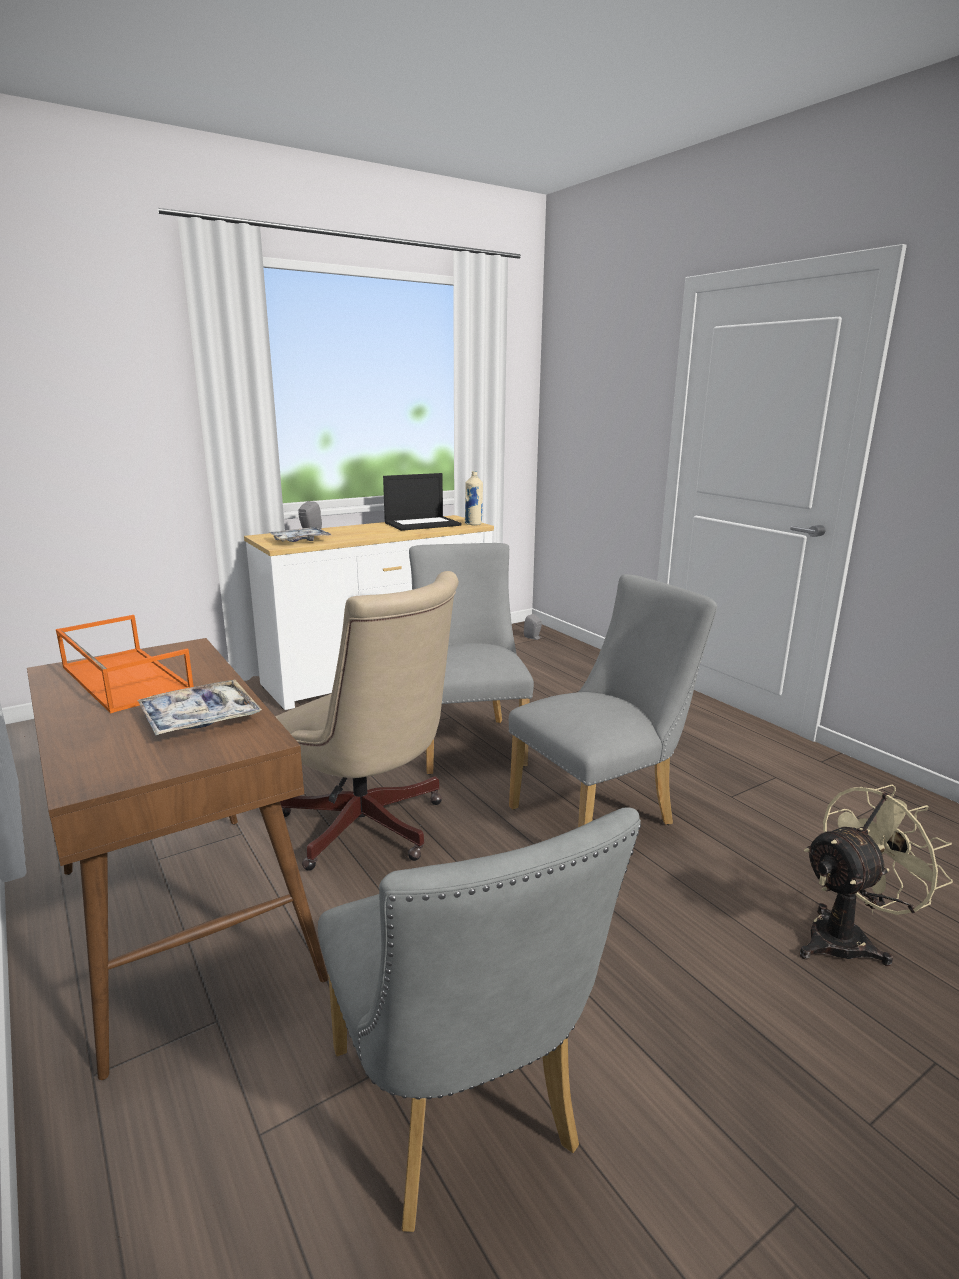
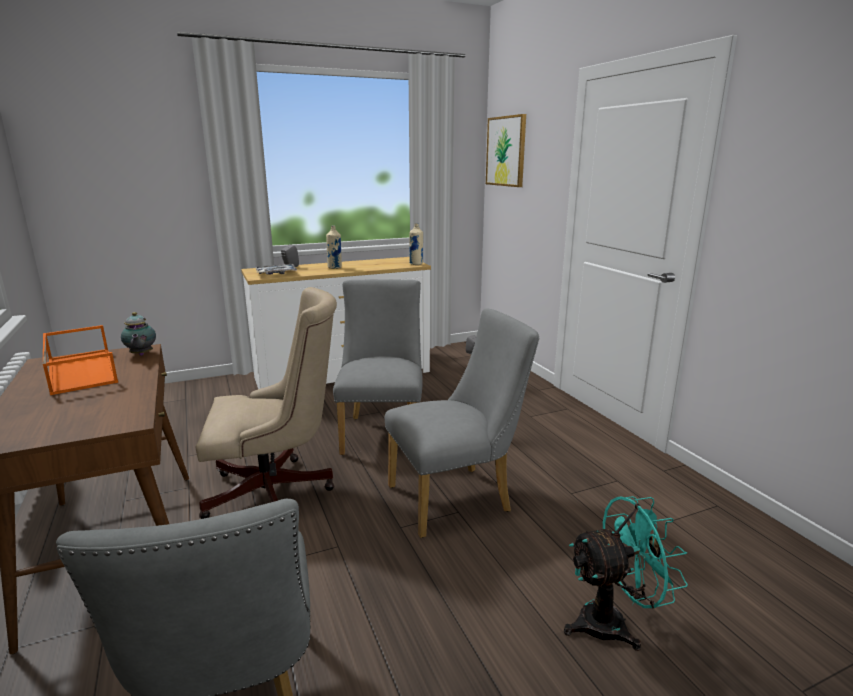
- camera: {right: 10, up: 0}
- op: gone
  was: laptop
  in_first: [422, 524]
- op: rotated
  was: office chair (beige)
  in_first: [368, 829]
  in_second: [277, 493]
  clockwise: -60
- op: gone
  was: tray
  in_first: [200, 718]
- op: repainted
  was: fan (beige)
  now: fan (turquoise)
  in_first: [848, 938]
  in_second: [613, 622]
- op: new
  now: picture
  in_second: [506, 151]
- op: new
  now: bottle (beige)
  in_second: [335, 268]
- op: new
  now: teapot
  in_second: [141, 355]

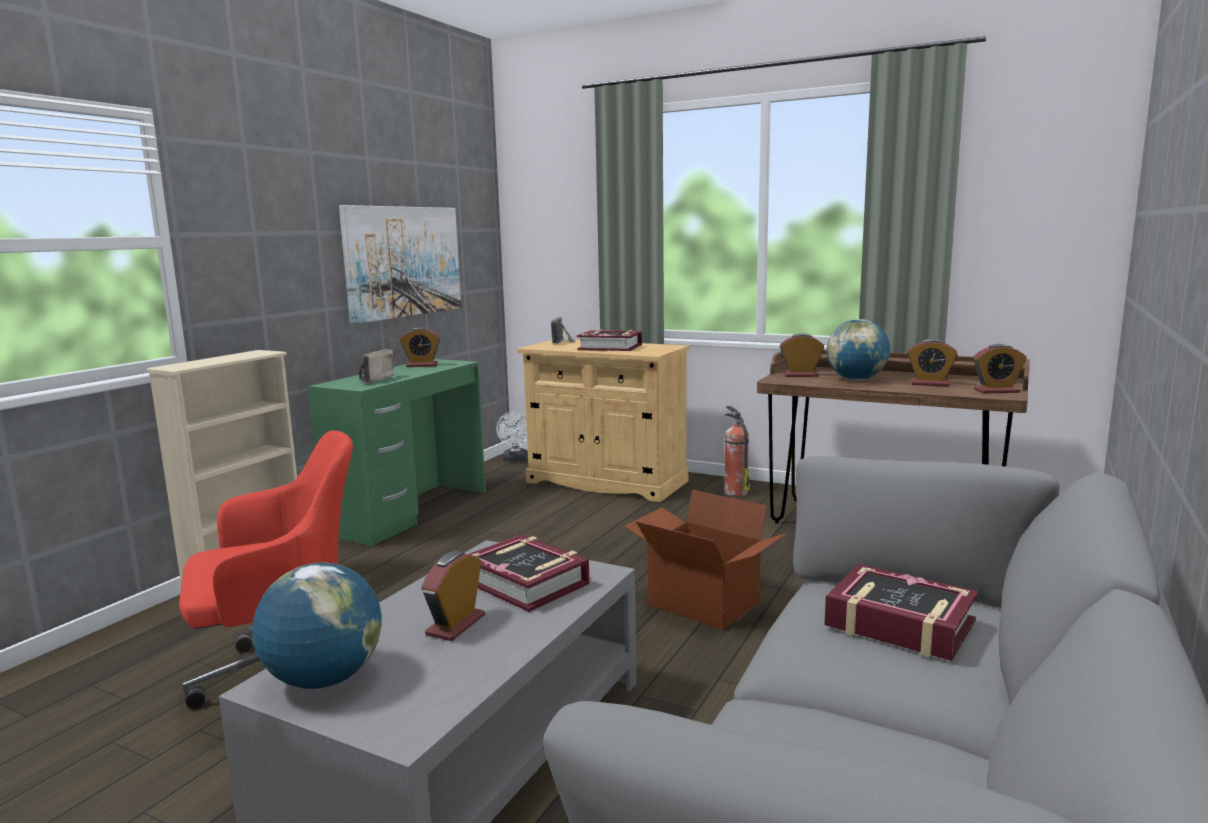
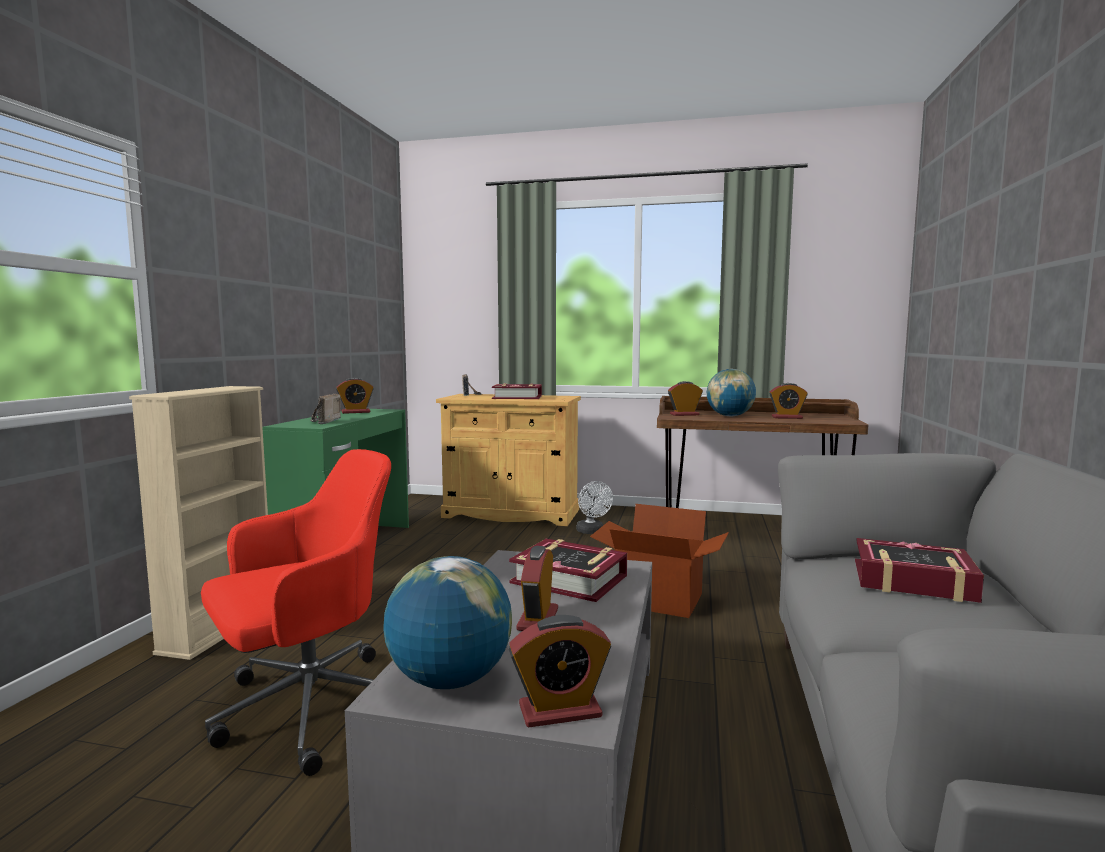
- camera: {right: -15, up: -5}
- op: gone
  was: picture
  in_first: [403, 261]
- op: shifted
  was: alarm clock
  in_first: [996, 391]
  in_second: [560, 711]
- op: gone
  was: fire extinguisher
  in_first: [735, 492]
- op: shifted
  was: fan (white)
  in_first: [516, 459]
  in_second: [592, 532]

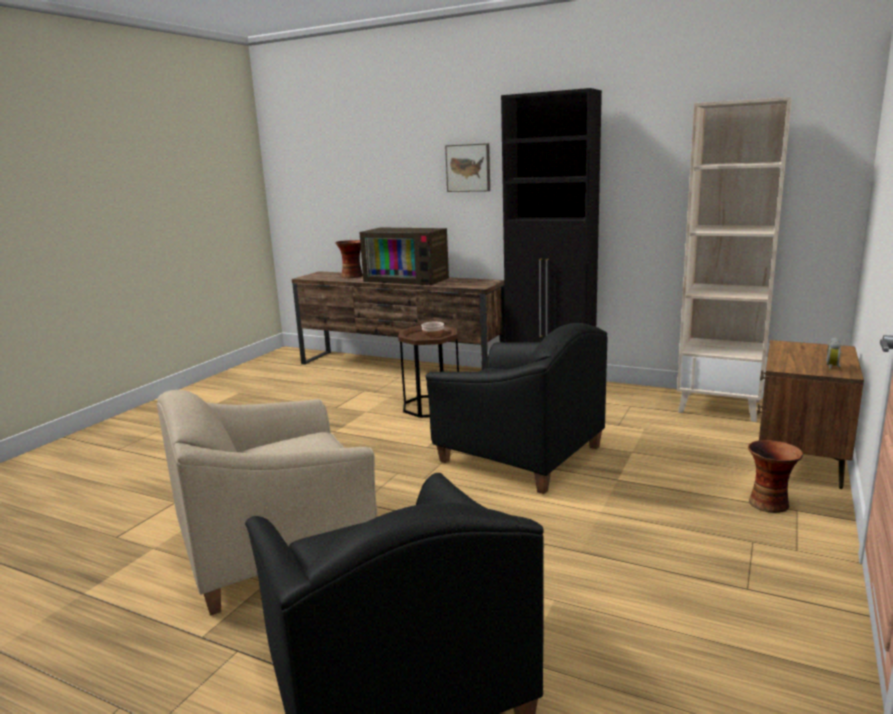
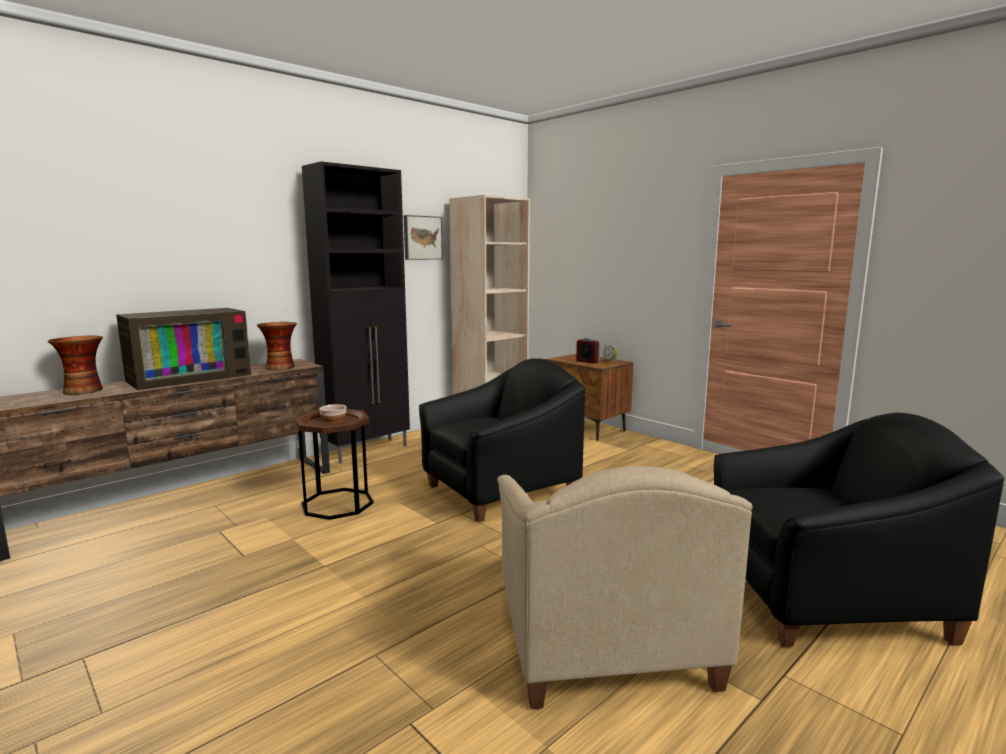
- camera: {right: -70, up: -5}
- op: shifted
  was: picture
  in_first: [468, 168]
  in_second: [422, 238]
- op: shifted
  was: vase
  in_first: [769, 503]
  in_second: [280, 367]
- op: new
  now: alarm clock
  in_second: [587, 361]

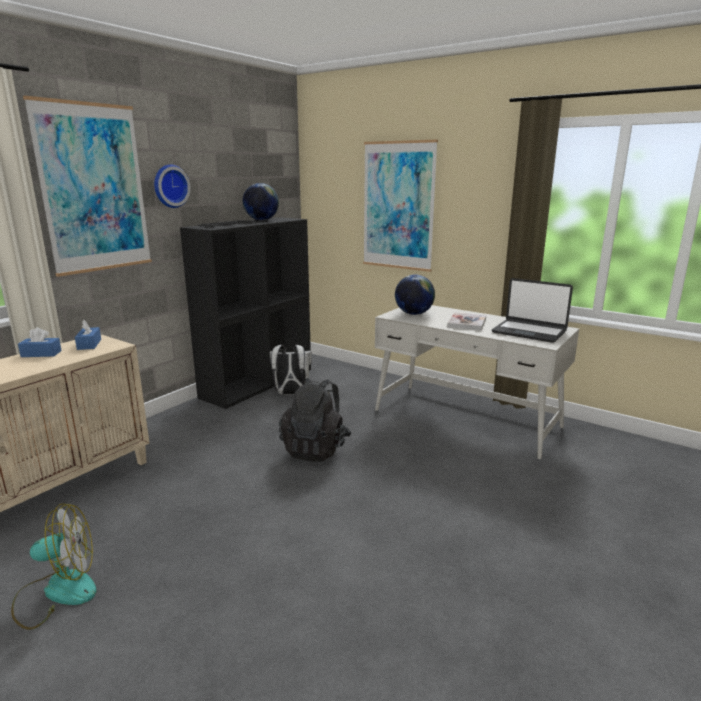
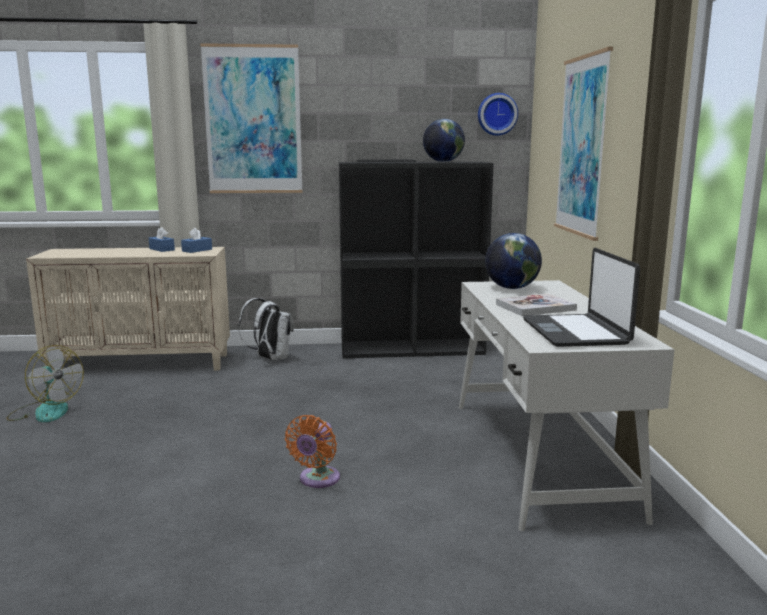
- camera: {right: 50, up: -5}
- op: shifted
  was: wall clock
  in_first: [170, 186]
  in_second: [497, 114]
- op: shifted
  was: backpack (white)
  in_first: [291, 394]
  in_second: [270, 358]
- op: gone
  was: backpack (black)
  in_first: [316, 449]
- op: new
  now: fan (orange)
  in_second: [317, 480]

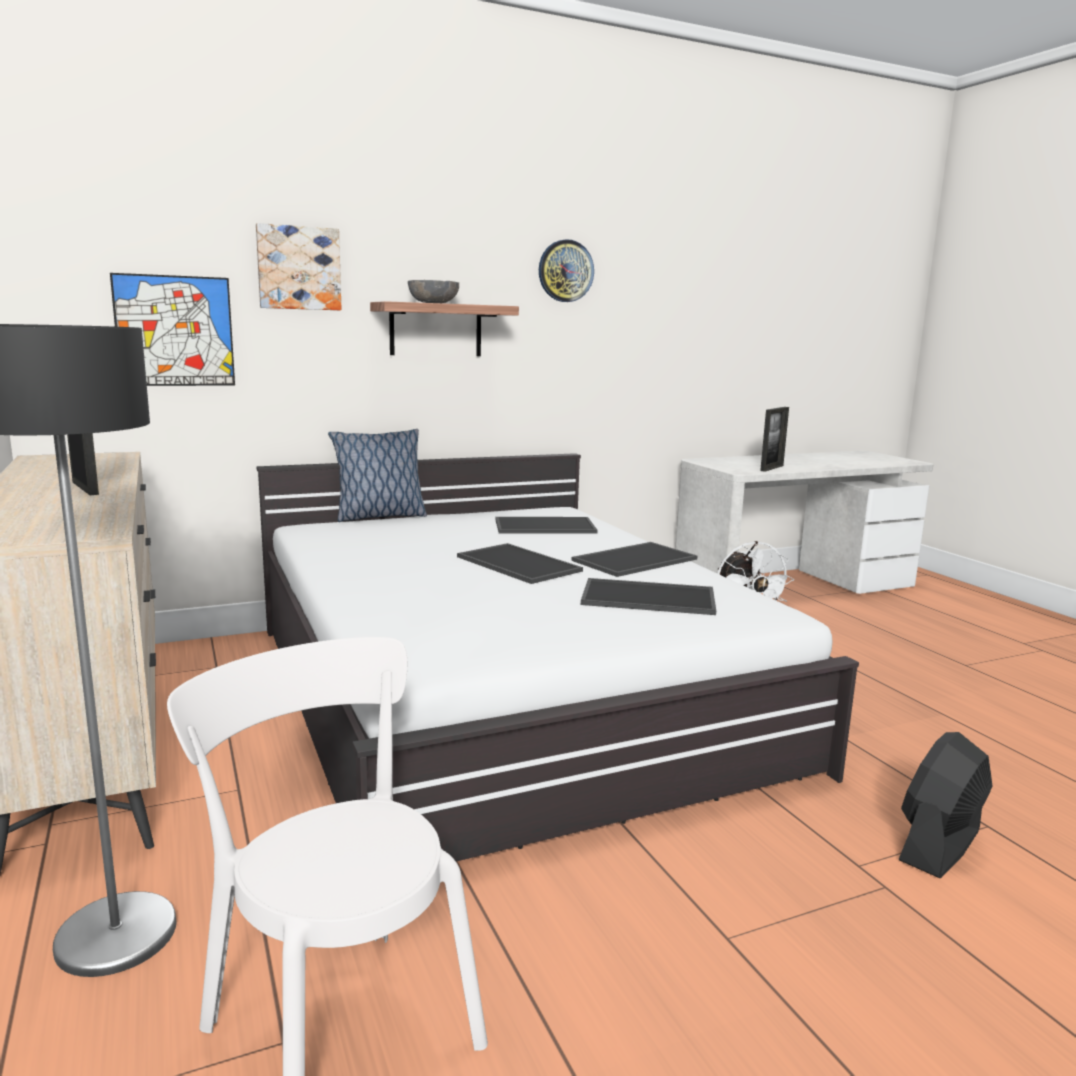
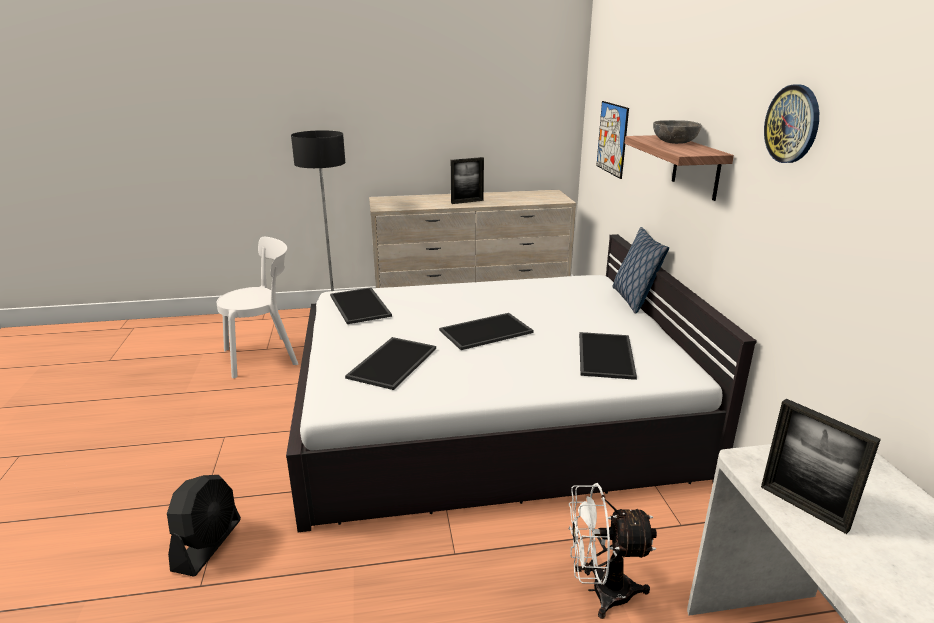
- camera: {right: 105, up: 10}
- op: gone
  was: picture
  in_first: [298, 268]
- op: shifted
  was: tray
  in_first: [634, 559]
  in_second: [361, 306]
- op: rotated
  was: fan (black)
  in_first: [939, 845]
  in_second: [208, 544]
  clockwise: 45

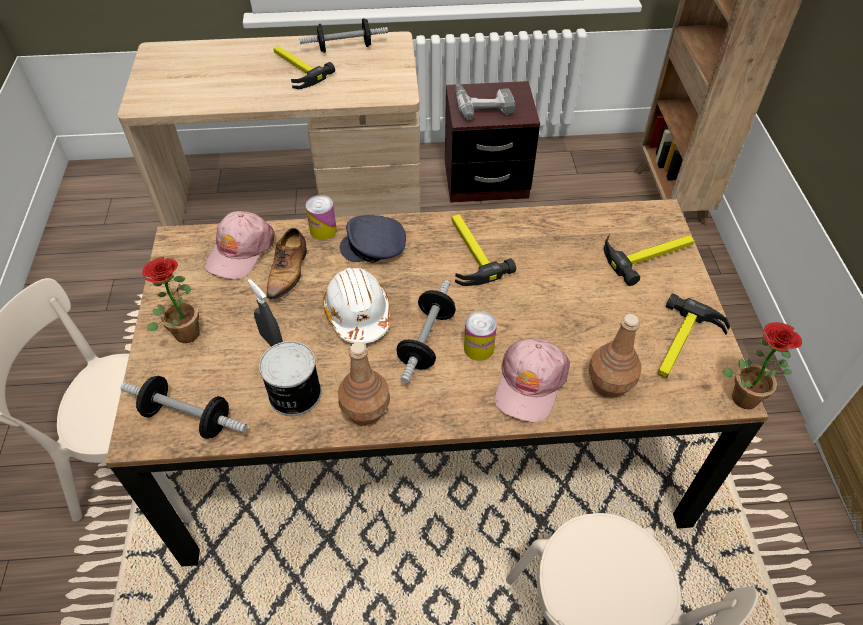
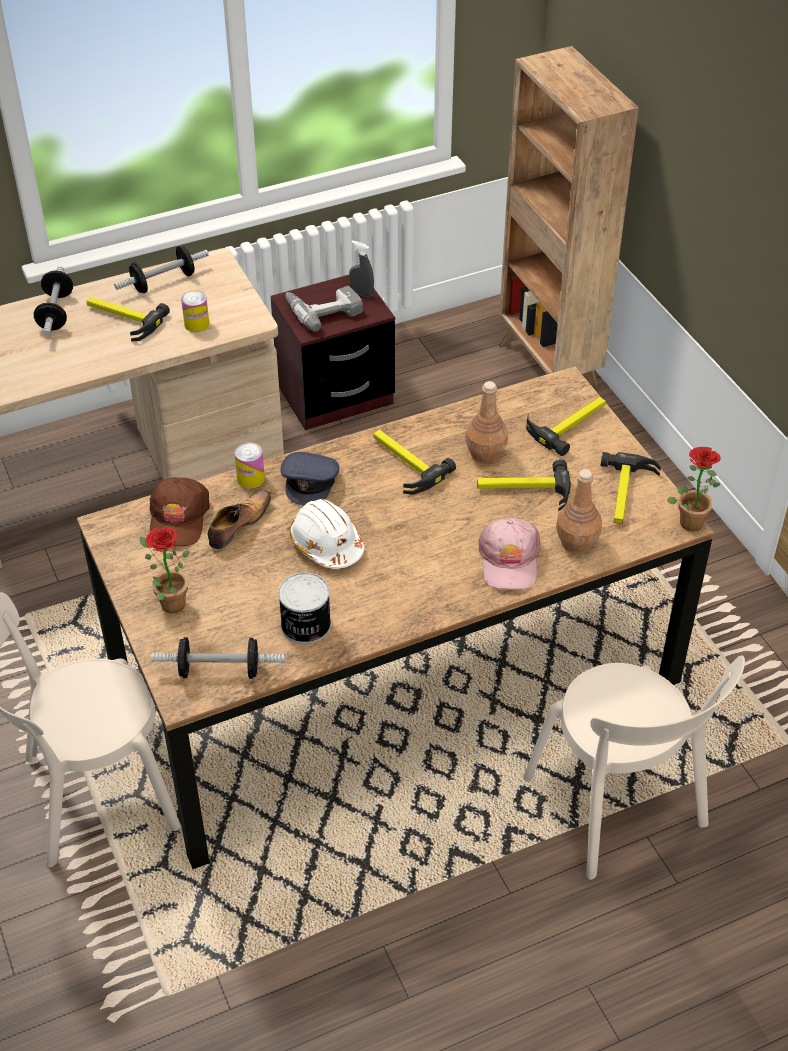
- camera: {right: -20, up: -5}
- op: repainted
  was: cap (pink)
  now: cap (brown)
  in_first: [240, 251]
  in_second: [178, 518]
- op: rotated
  was: cap (grey)
  in_first: [374, 247]
  in_second: [310, 481]
  clockwise: -60
- op: rotated
  was: shoe
  in_first: [288, 272]
  in_second: [238, 525]
  clockwise: -135
- op: shifted
  was: spray bottle (grey)
  in_first: [271, 341]
  in_second: [361, 293]
- op: shifted
  was: dumbbell
  in_first: [426, 341]
  in_second: [56, 313]
- op: shifted
  was: can
  in_first: [478, 348]
  in_second: [196, 324]
- op: shifted
  was: bottle (brown)
  in_first: [365, 410]
  in_second: [485, 453]
- op: new
  now: hammer
  in_second: [523, 491]

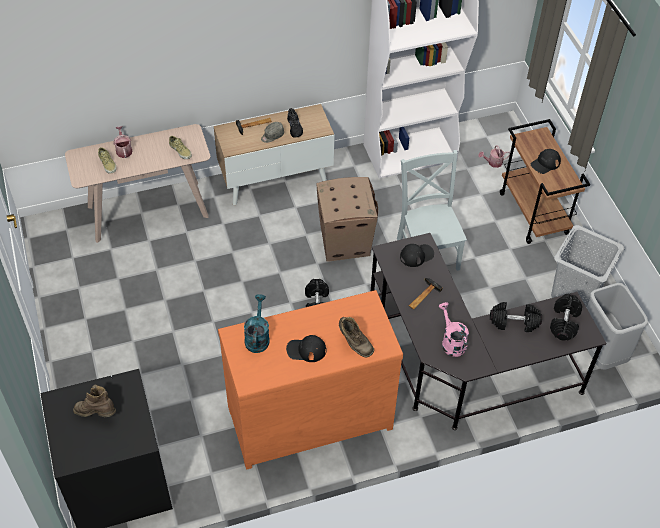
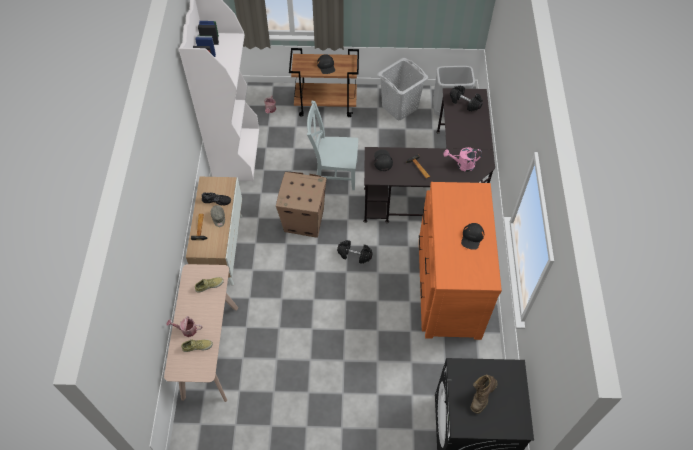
- camera: {right: -70, up: 5}
- op: gone
  was: watering can (turquoise)
  in_first: [257, 337]
- op: gone
  was: dumbbell (black)
  in_first: [514, 322]
- op: gone
  was: boot (brown)
  in_first: [354, 343]

